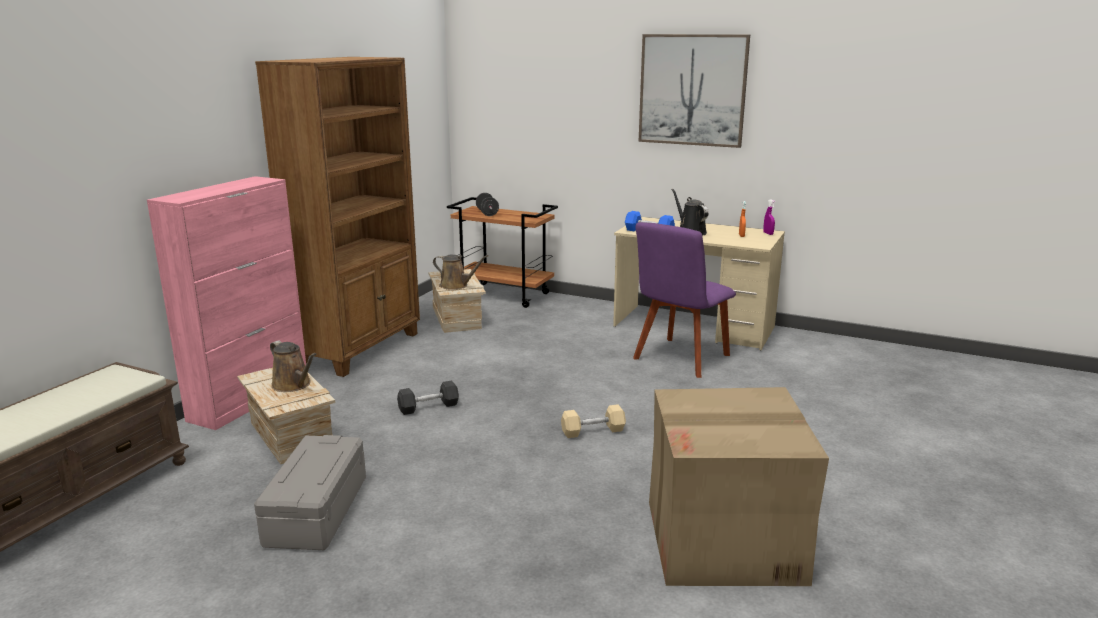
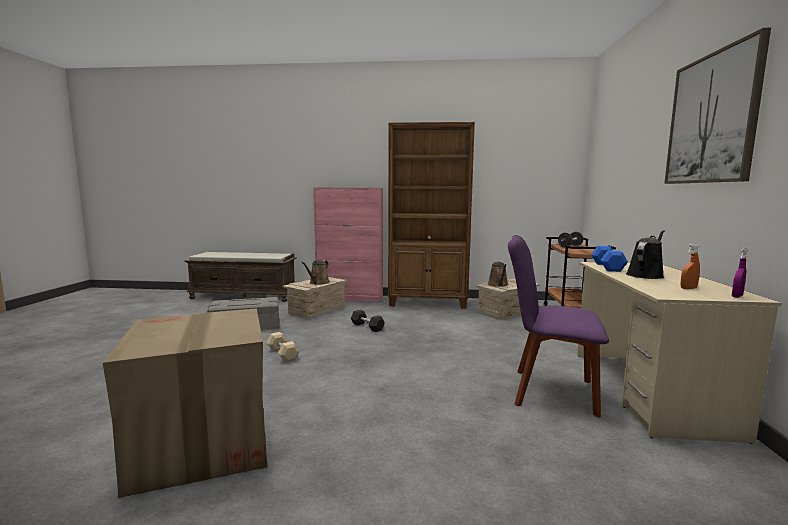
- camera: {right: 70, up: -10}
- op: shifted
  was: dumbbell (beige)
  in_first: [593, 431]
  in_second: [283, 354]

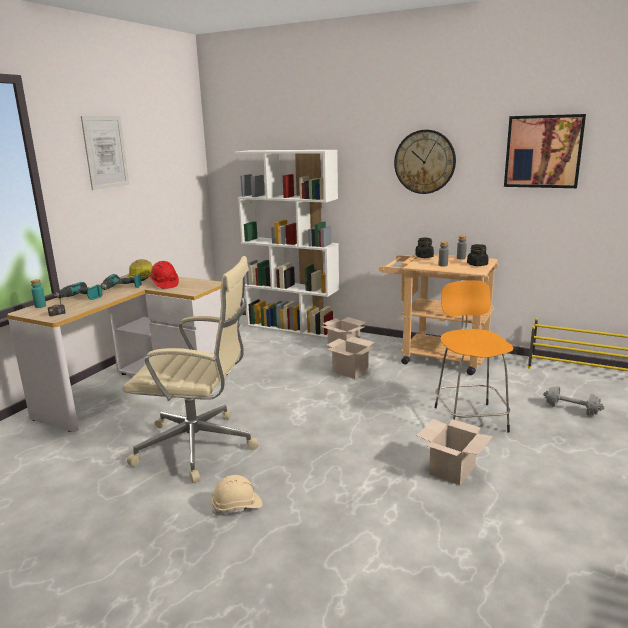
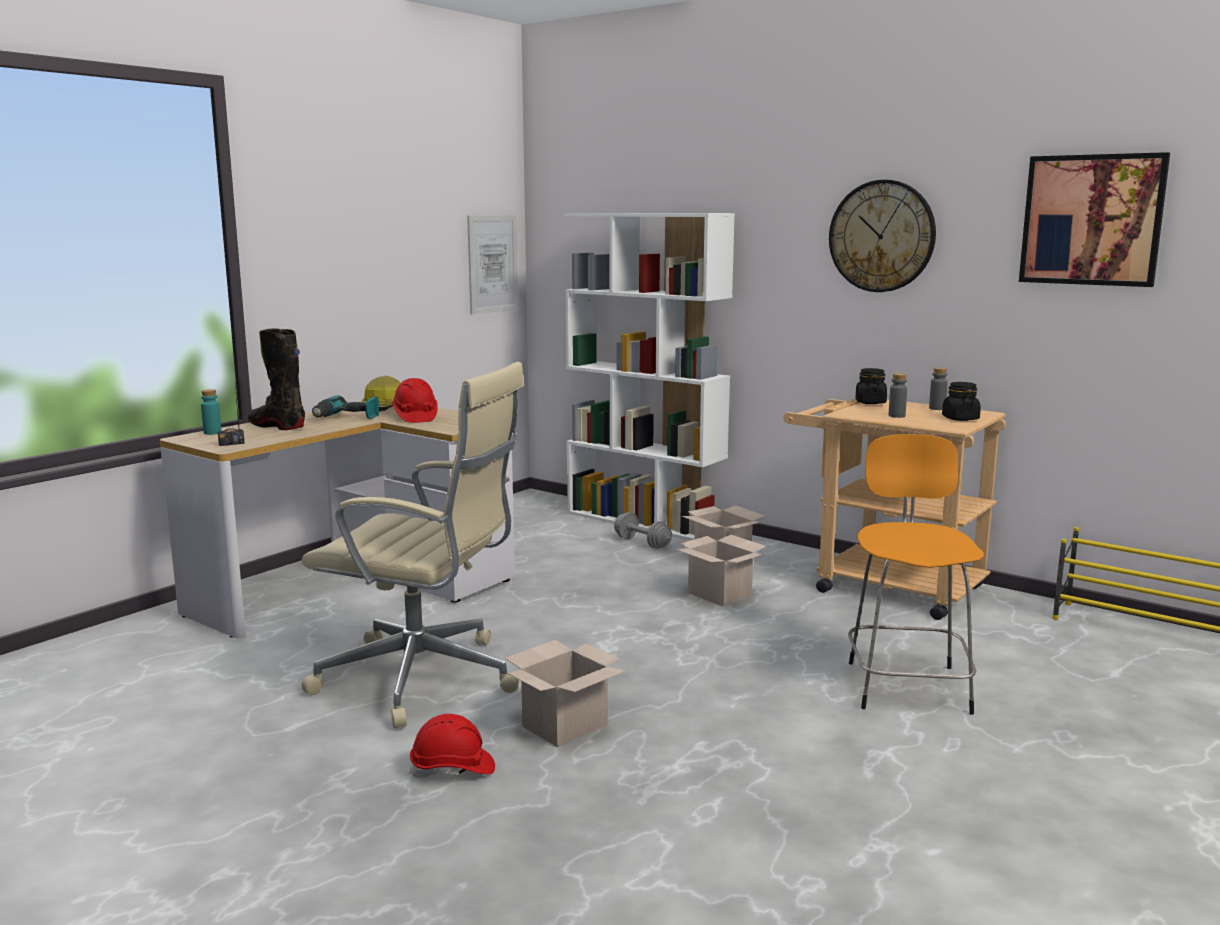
- camera: {right: 10, up: -5}
- op: shifted
  was: picture
  in_first: [105, 152]
  in_second: [492, 264]
- op: swapped
  was: power drill
  now: boot (black)
  in_first: [80, 298]
  in_second: [277, 426]
- op: shifted
  was: dumbbell (grey)
  in_first: [571, 410]
  in_second: [642, 543]
- op: shifted
  was: cardboard box
  in_first: [452, 469]
  in_second: [565, 724]
- op: repainted
  was: hard hat (beige)
  now: hard hat (red)
  in_first: [237, 506]
  in_second: [453, 769]

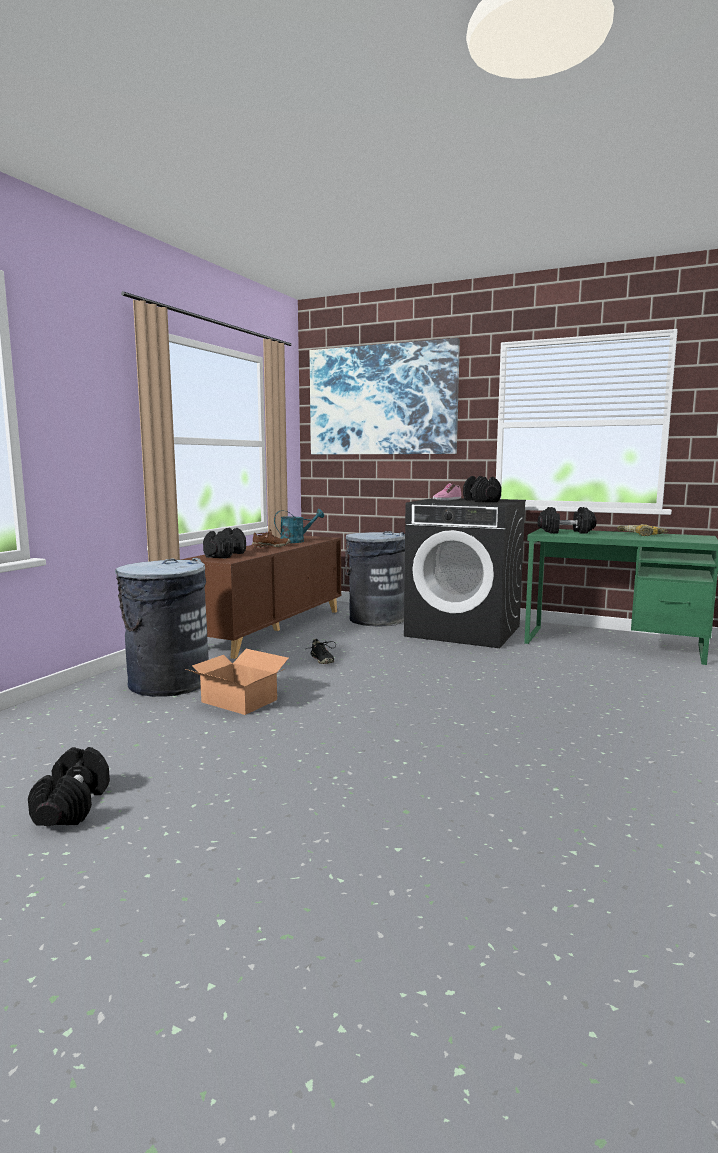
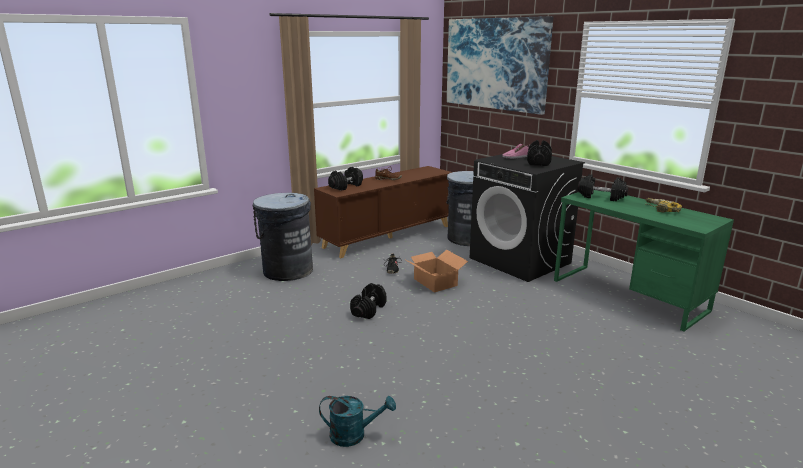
- camera: {right: 25, up: 10}
- op: shifted
  was: watering can (turquoise)
  in_first: [297, 541]
  in_second: [354, 435]
- op: shifted
  was: cardboard box
  in_first: [239, 701]
  in_second: [435, 282]
- op: shifted
  was: dumbbell (black)
  in_first: [72, 806]
  in_second: [369, 310]

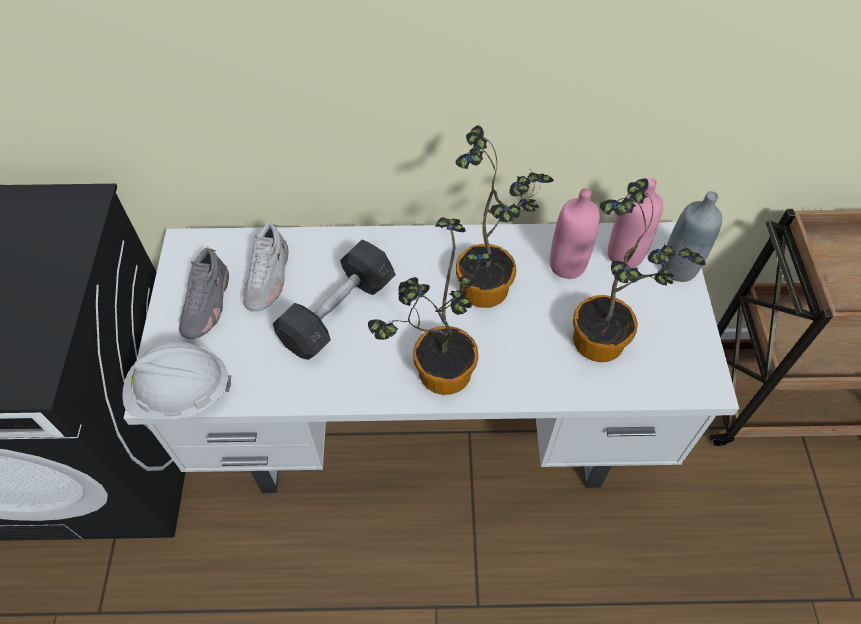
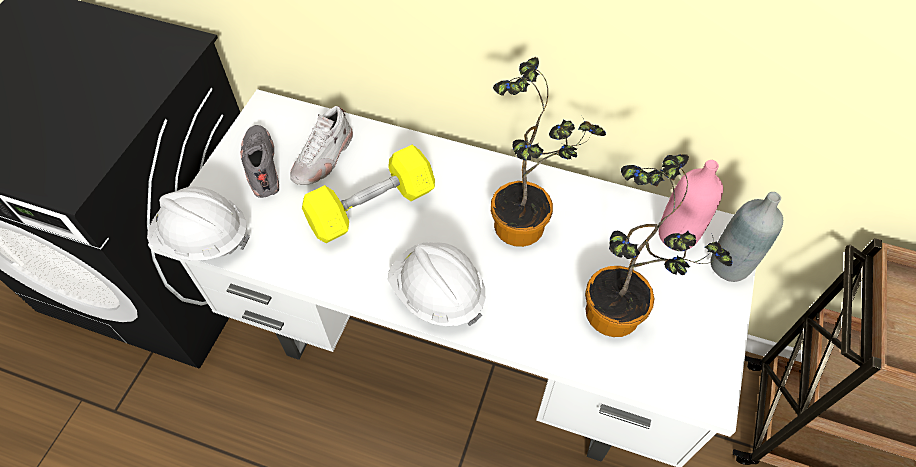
- camera: {right: 20, up: 0}
- op: gone
  was: bottle (pink)
  in_first: [567, 265]
- op: swapped
  was: potted plant
  now: hard hat (white)
  in_first: [436, 374]
  in_second: [437, 294]
- op: repainted
  was: dumbbell (grey)
  now: dumbbell (yellow)
  in_first: [338, 312]
  in_second: [371, 207]
- op: rotated
  was: shoe (grey)
  in_first: [207, 304]
  in_second: [261, 165]
  clockwise: 135

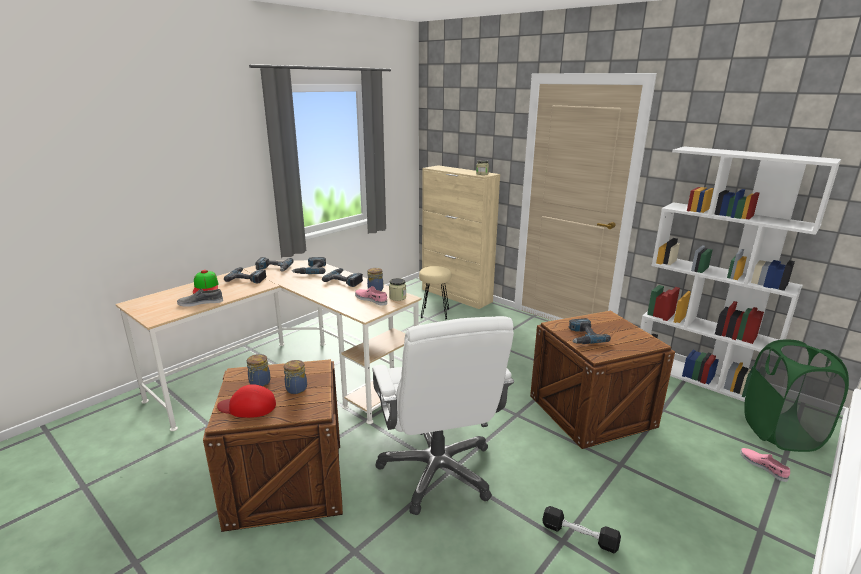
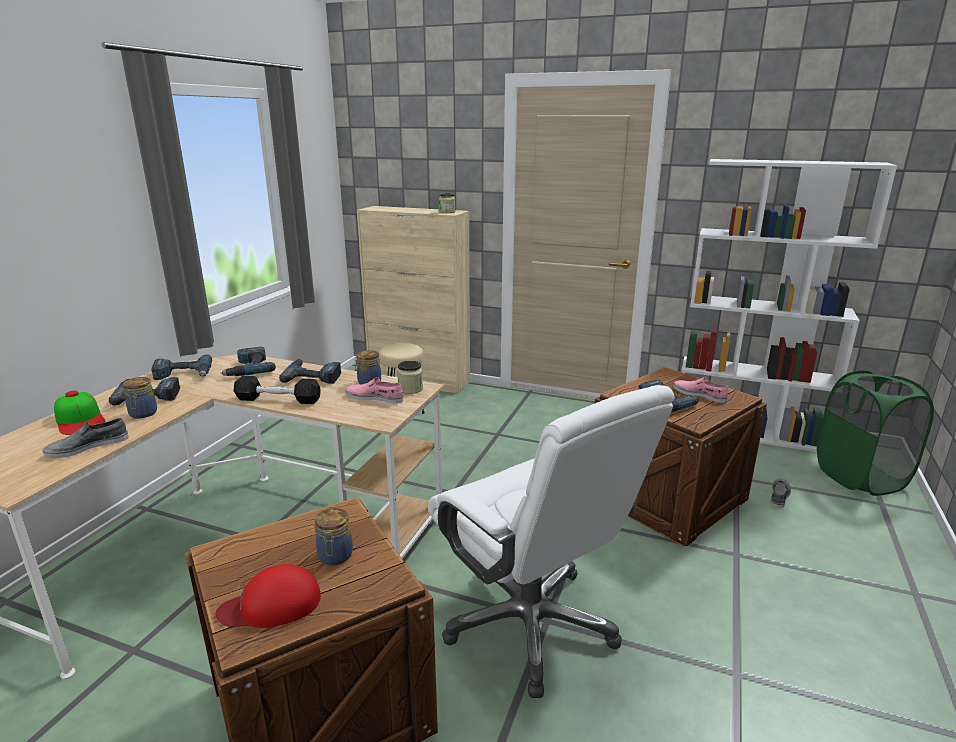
- camera: {right: -20, up: 0}
- op: shifted
  was: jar
  in_first: [259, 383]
  in_second: [143, 414]
- op: shifted
  was: shoe (pink)
  in_first: [763, 466]
  in_second: [699, 394]
- op: shifted
  was: dumbbell (black)
  in_first: [579, 536]
  in_second: [278, 399]
- op: new
  now: shoe (grey)
  in_second: [779, 495]

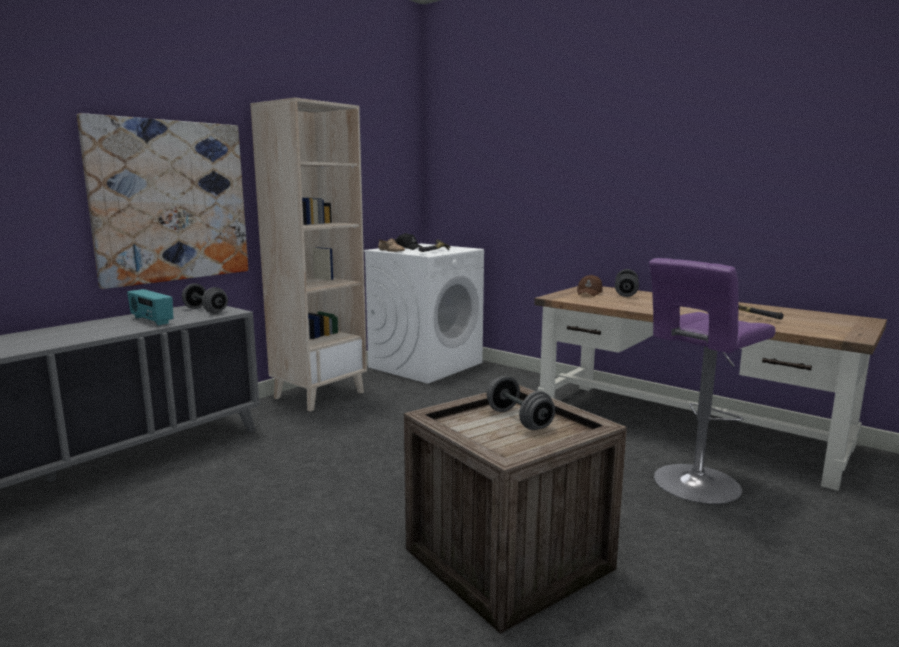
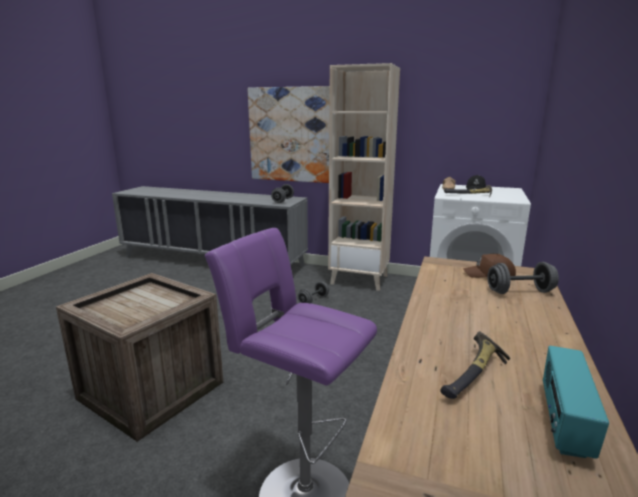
- camera: {right: 70, up: 5}
- op: shifted
  was: radio
  in_first: [151, 321]
  in_second: [563, 422]
- op: shifted
  was: dumbbell (grey)
  in_first: [519, 419]
  in_second: [313, 301]

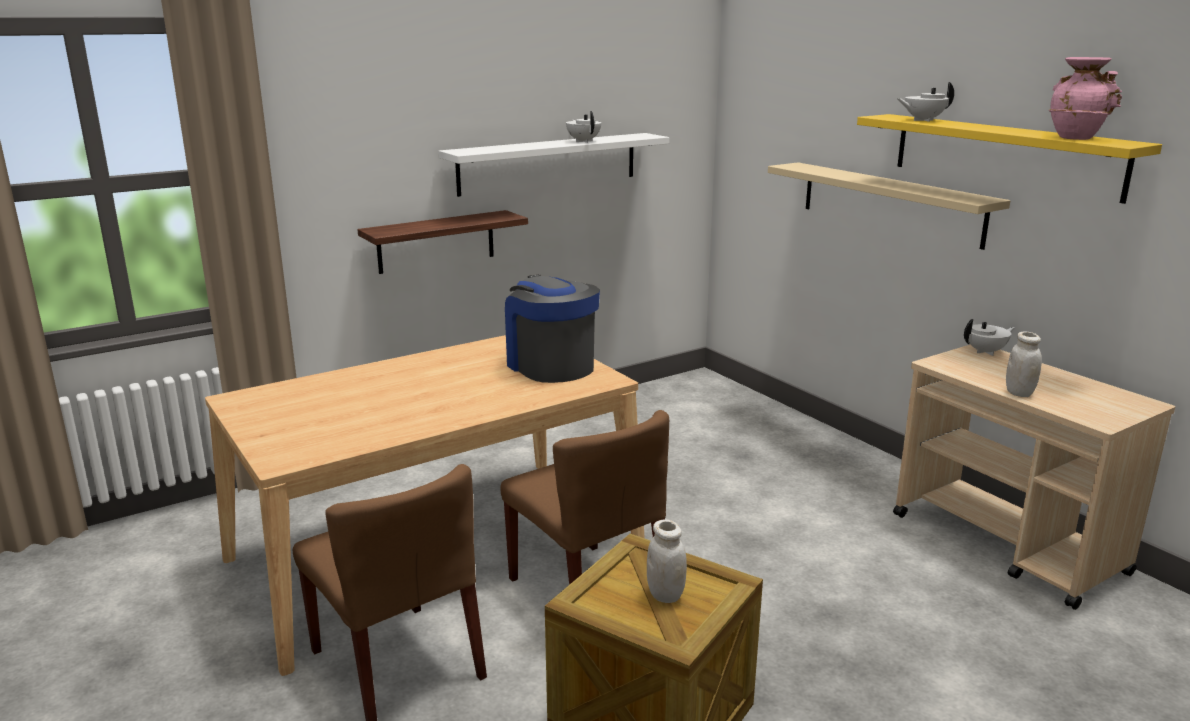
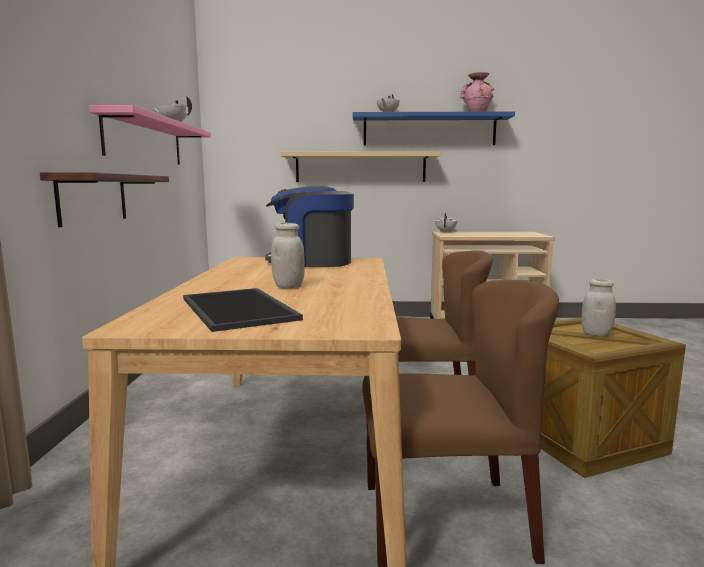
- camera: {right: -55, up: -10}
- op: repainted
  was: shelf (yellow)
  now: shelf (blue)
  in_first: [1004, 155]
  in_second: [429, 130]
- op: repainted
  was: shelf (white)
  now: shelf (pink)
  in_first: [549, 163]
  in_second: [145, 141]
- op: shifted
  was: jar (white)
  in_first: [1019, 393]
  in_second: [288, 286]
- op: new
  now: tray
  in_second: [240, 309]

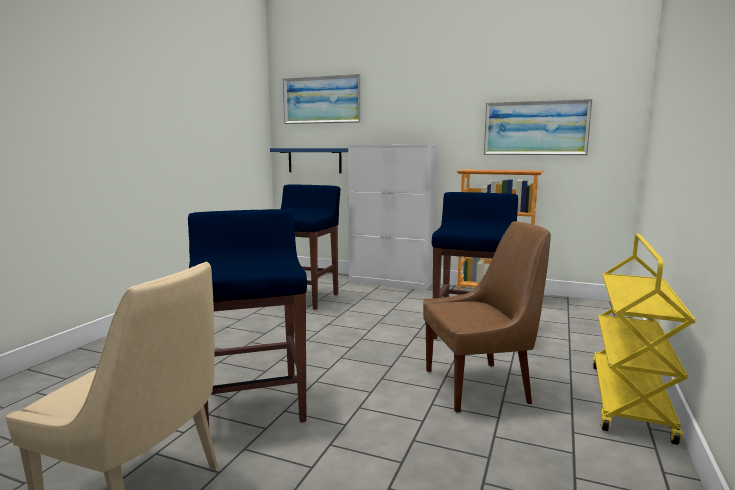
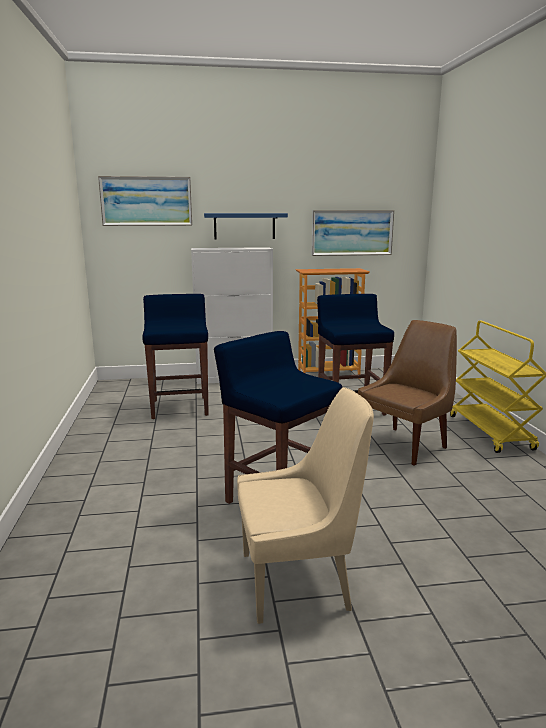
- camera: {right: -30, up: 5}
- op: shifted
  was: shelf (blue)
  in_first: [314, 160]
  in_second: [244, 226]

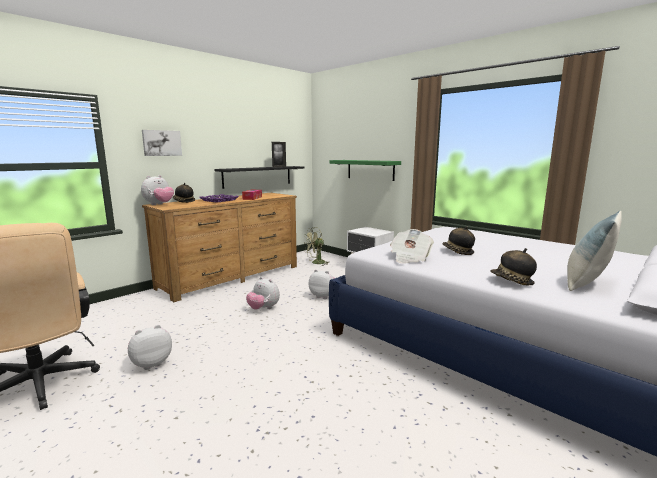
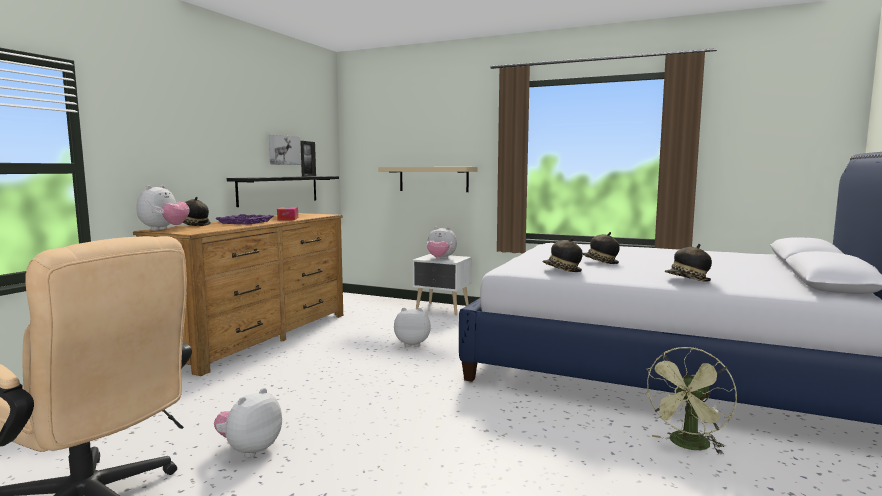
- camera: {right: -20, up: -5}
- op: shifted
  was: picture
  in_first: [161, 143]
  in_second: [283, 150]
- op: repainted
  was: shelf (green)
  now: shelf (beige)
  in_first: [370, 170]
  in_second: [433, 179]
- op: gone
  was: pillow
  in_first: [586, 284]
- op: shifted
  was: fan (green)
  in_first: [316, 263]
  in_second: [688, 446]
- op: swapped
  was: newspaper
  now: hat
  in_first: [410, 258]
  in_second: [562, 270]
- op: shifted
  was: plush toy
  in_first: [263, 308]
  in_second: [440, 259]

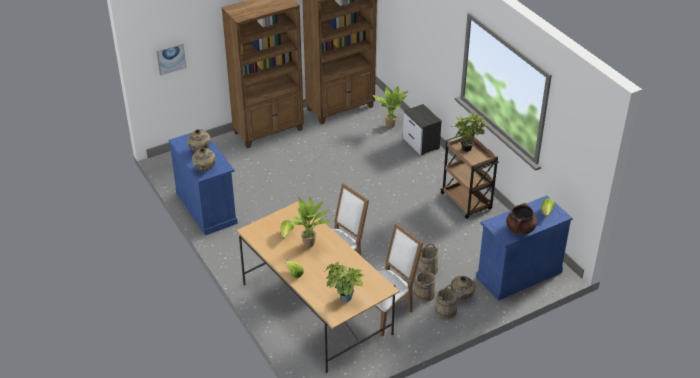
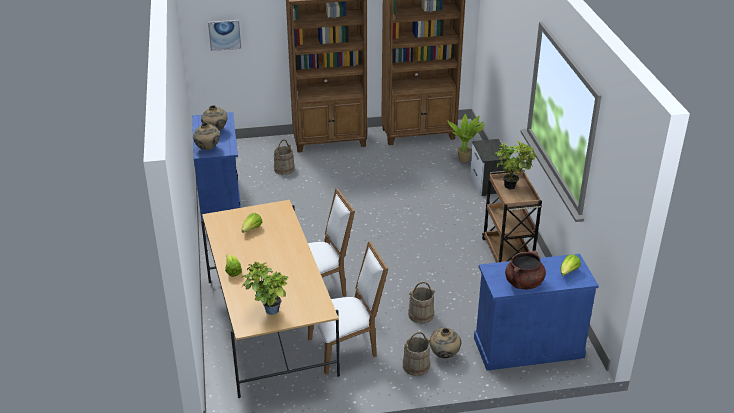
- camera: {right: 20, up: -5}
- op: gone
  was: potted plant
  in_first: [310, 244]
- op: shifted
  was: bucket (beige)
  in_first: [424, 293]
  in_second: [284, 169]

